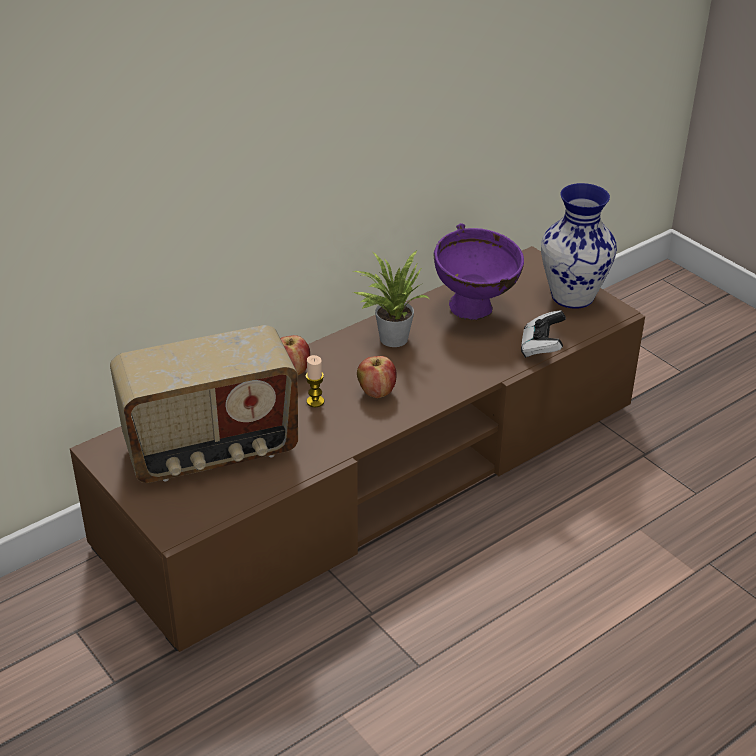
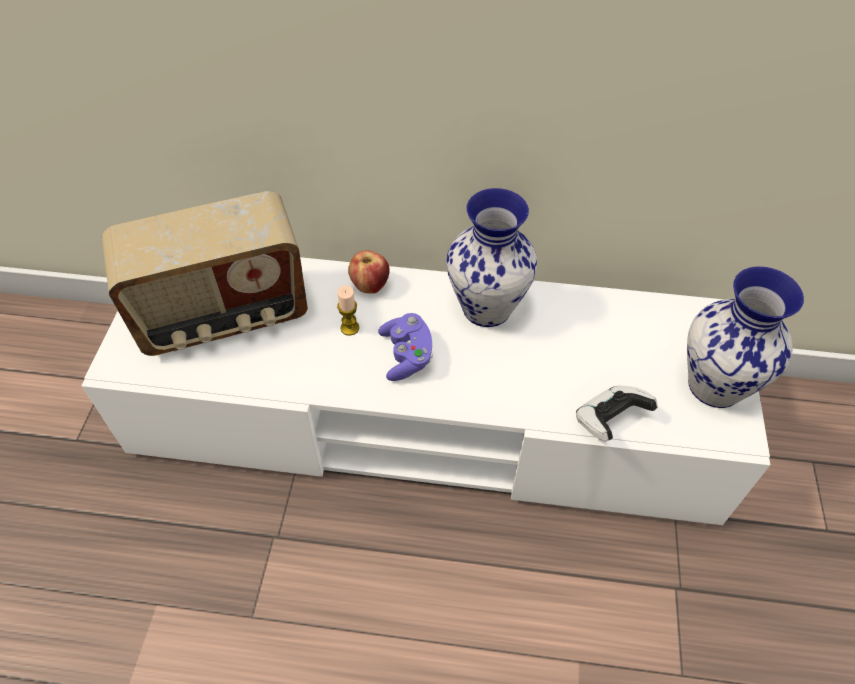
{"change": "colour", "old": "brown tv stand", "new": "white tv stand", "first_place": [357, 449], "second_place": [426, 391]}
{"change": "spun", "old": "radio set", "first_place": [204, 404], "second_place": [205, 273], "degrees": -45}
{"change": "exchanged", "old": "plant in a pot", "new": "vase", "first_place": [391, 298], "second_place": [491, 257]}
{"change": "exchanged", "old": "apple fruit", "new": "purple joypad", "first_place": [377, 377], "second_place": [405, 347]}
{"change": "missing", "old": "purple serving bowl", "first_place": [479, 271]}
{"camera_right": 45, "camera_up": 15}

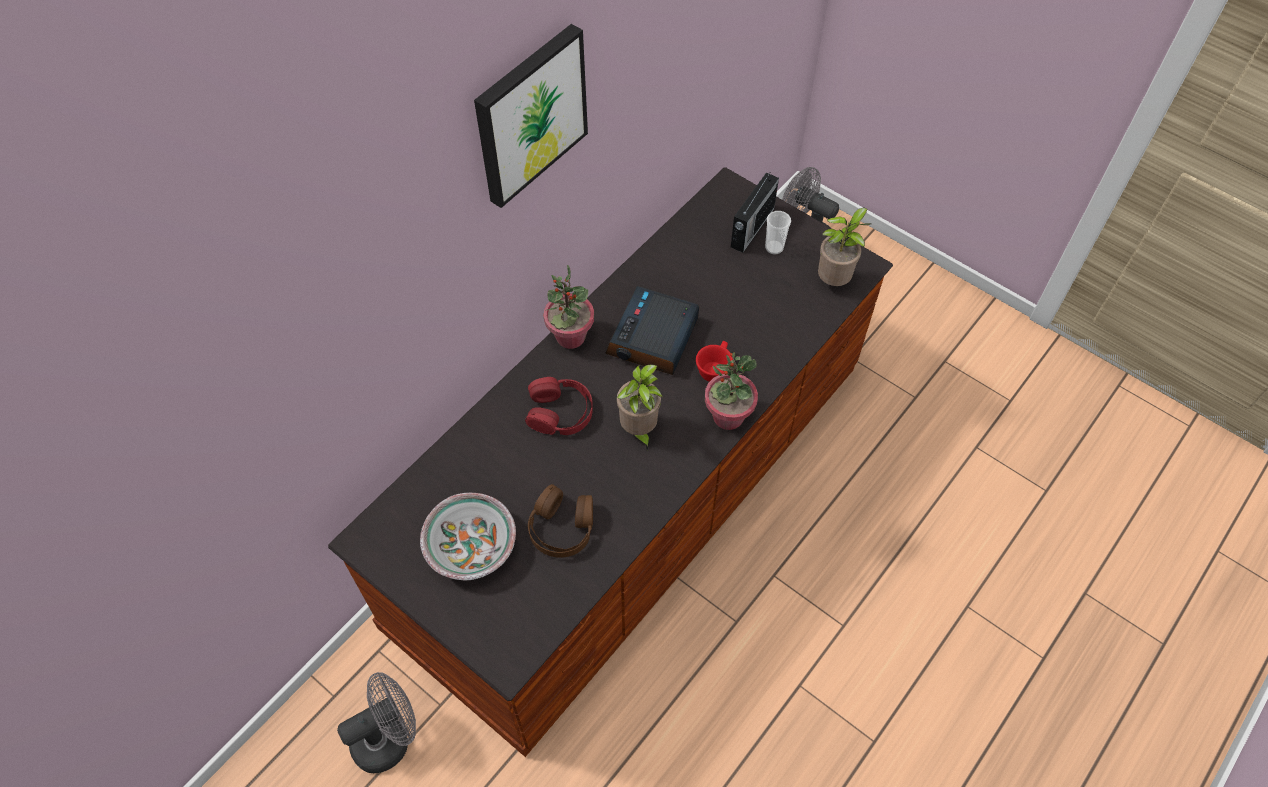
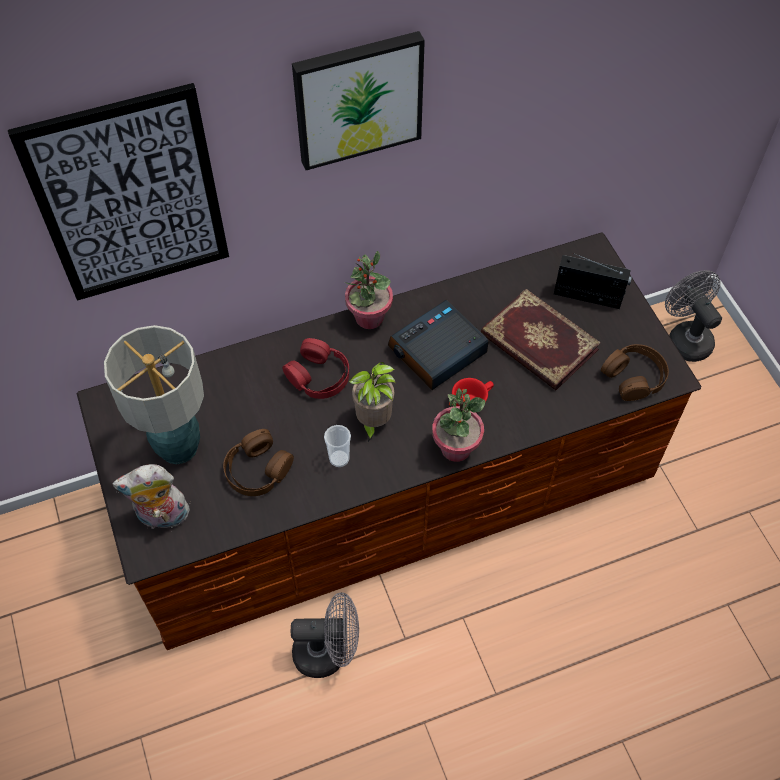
{"change": "relocated", "old": "grey electric fan", "first_place": [376, 722], "second_place": [325, 635]}
{"change": "exchanged", "old": "serving bowl", "new": "table lamp", "first_place": [468, 537], "second_place": [154, 394]}
{"change": "spun", "old": "radio set", "first_place": [755, 213], "second_place": [593, 281], "degrees": -135}
{"change": "relocated", "old": "small cup", "first_place": [778, 232], "second_place": [337, 446]}
{"change": "exchanged", "old": "plant in a pot", "new": "brown pair of headphones", "first_place": [844, 246], "second_place": [635, 372]}
{"change": "appeared", "new": "picture", "second_place": [118, 192]}
{"change": "appeared", "new": "plush toy", "second_place": [151, 496]}
{"change": "appeared", "new": "volume", "second_place": [541, 339]}
{"camera_right": 30, "camera_up": 0}

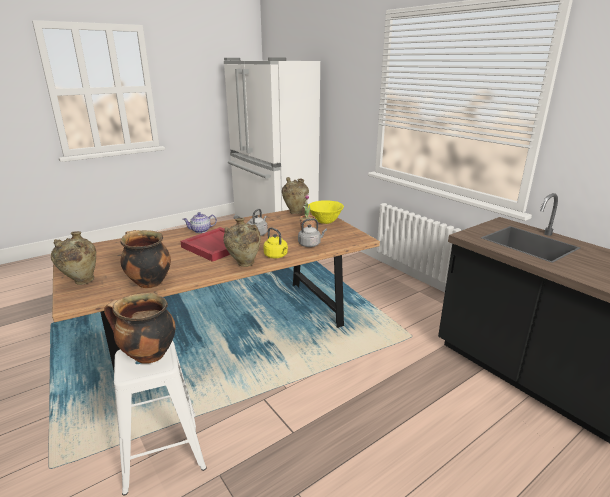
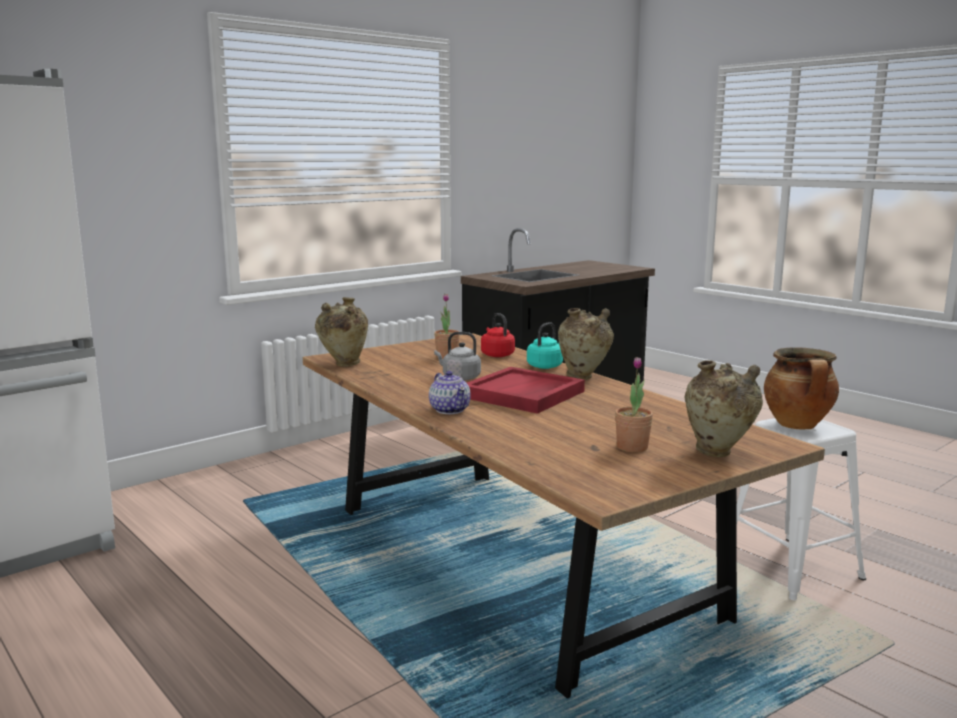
{"change": "missing", "old": "saucepot", "first_place": [145, 259]}
{"change": "colour", "old": "yellowish kettle", "new": "turquoise-coloured kettle", "first_place": [275, 242], "second_place": [545, 345]}
{"change": "colour", "old": "grey kettle", "new": "red-coloured kettle", "first_place": [312, 232], "second_place": [498, 335]}
{"change": "missing", "old": "yellowish serving bowl", "first_place": [326, 212]}
{"change": "appeared", "new": "plant in a pot", "second_place": [634, 404]}
{"camera_right": -95, "camera_up": -10}

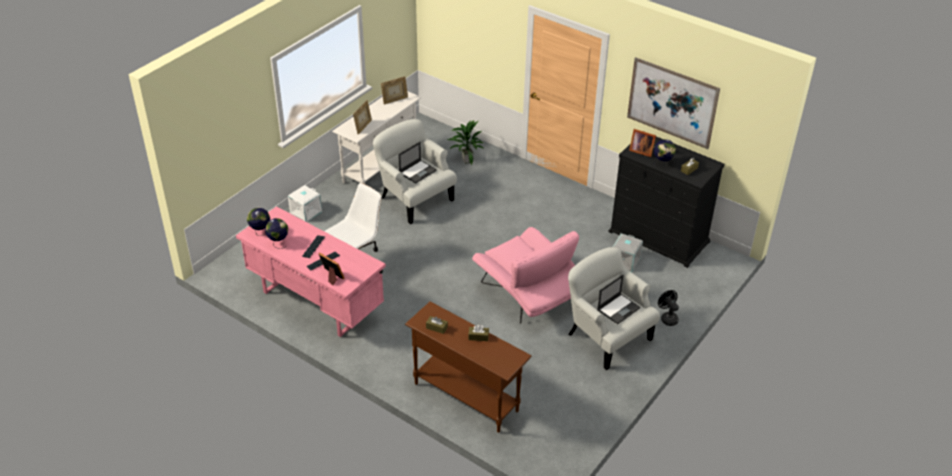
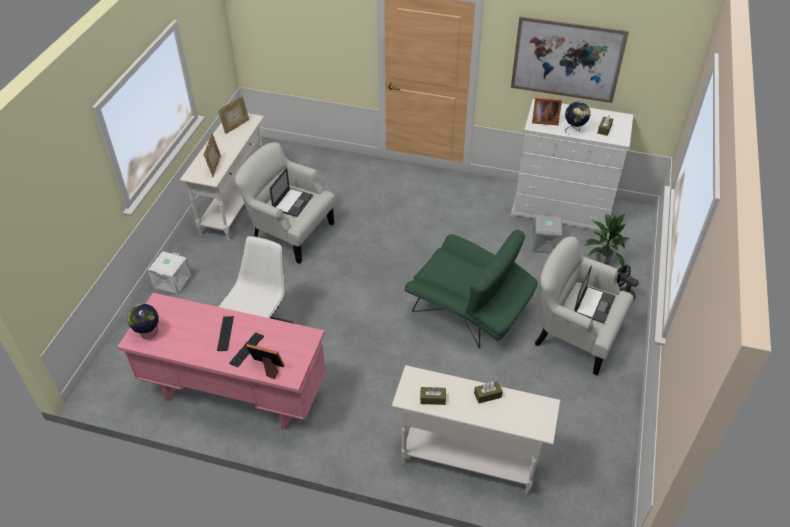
{"change": "missing", "old": "desk globe", "first_place": [276, 233]}
{"change": "colour", "old": "brown hall table", "new": "white hall table", "first_place": [468, 367], "second_place": [476, 430]}
{"change": "relocated", "old": "plant in a pot", "first_place": [465, 142], "second_place": [607, 239]}
{"change": "colour", "old": "pink-coloured easy chair", "new": "green easy chair", "first_place": [525, 275], "second_place": [470, 288]}
{"change": "colour", "old": "black chest of drawers", "new": "white chest of drawers", "first_place": [666, 202], "second_place": [572, 166]}
{"camera_right": -20, "camera_up": 5}

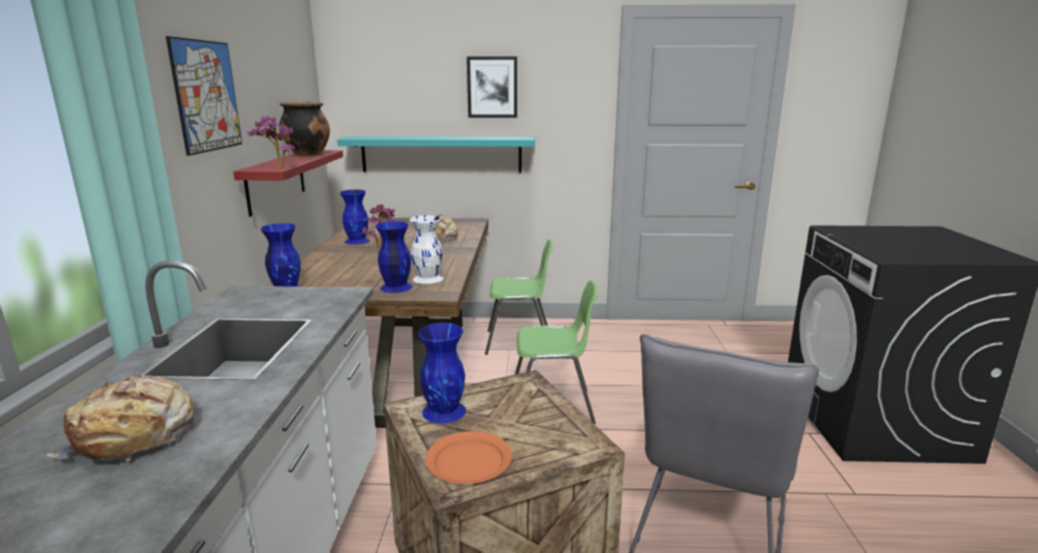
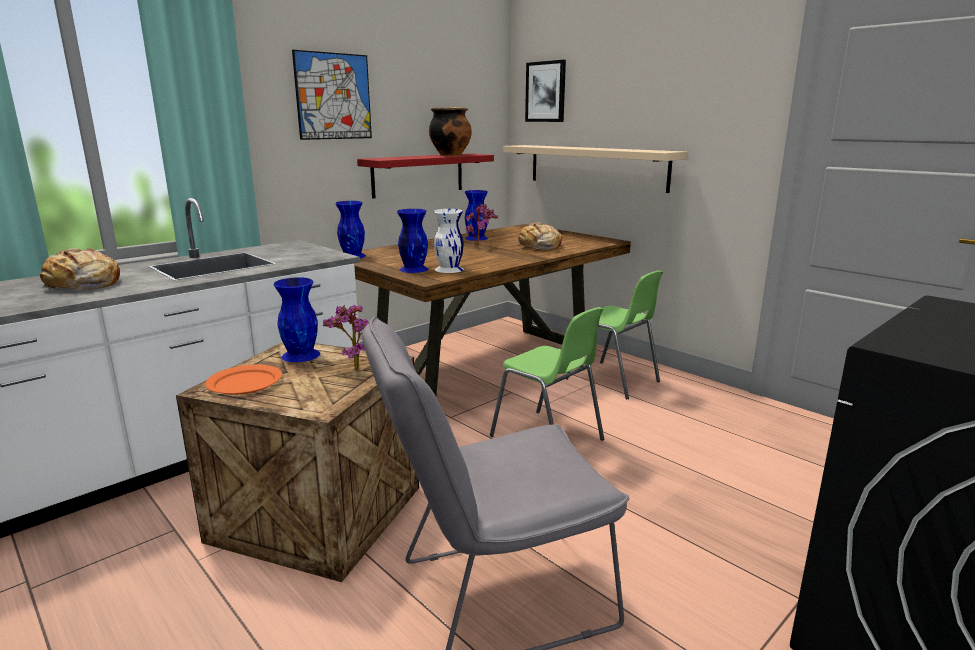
{"change": "relocated", "old": "plant in a pot", "first_place": [271, 142], "second_place": [345, 337]}
{"change": "colour", "old": "turquoise-coloured bracket shelf", "new": "beige-coloured bracket shelf", "first_place": [436, 154], "second_place": [595, 169]}
{"change": "relocated", "old": "picture", "first_place": [492, 87], "second_place": [545, 91]}
{"camera_right": 45, "camera_up": 0}

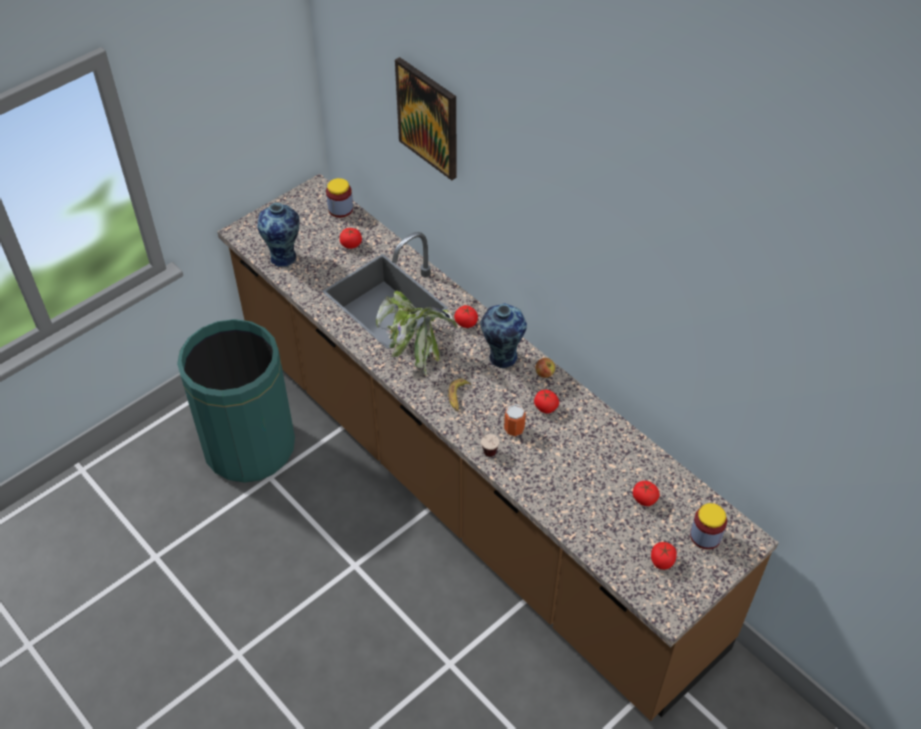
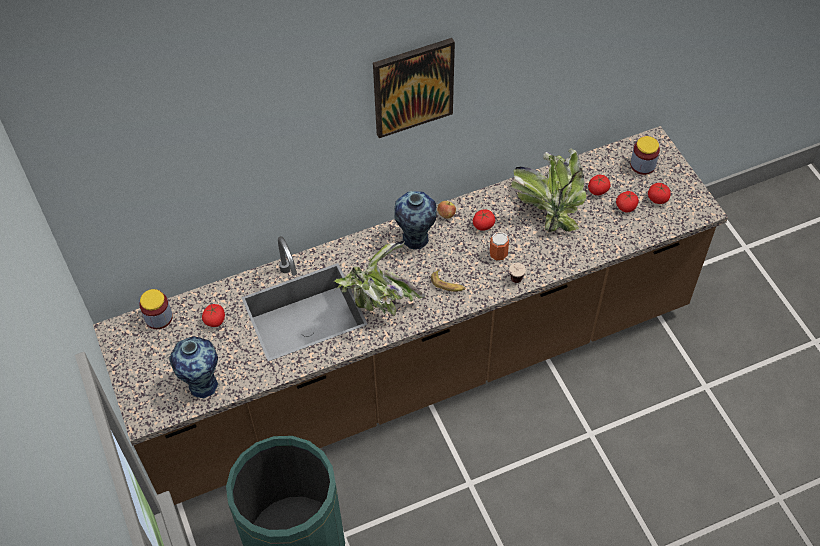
{"change": "relocated", "old": "picture", "first_place": [426, 118], "second_place": [414, 88]}
{"change": "relocated", "old": "whole tomato", "first_place": [466, 316], "second_place": [627, 201]}
{"change": "appeared", "new": "plant in a pot", "second_place": [549, 190]}
{"camera_right": -70, "camera_up": 5}

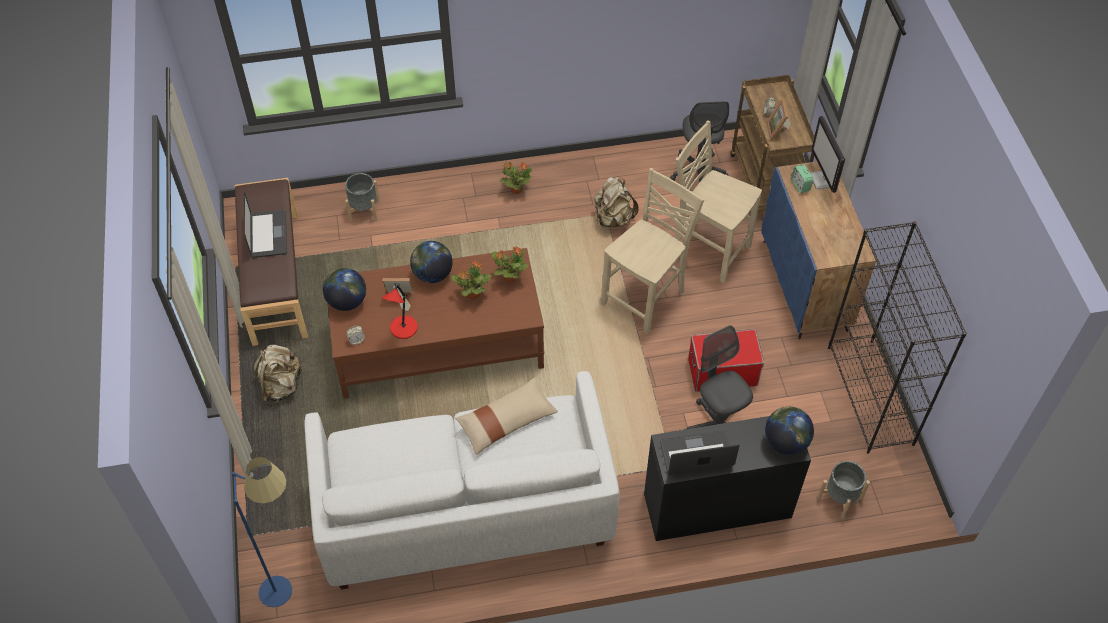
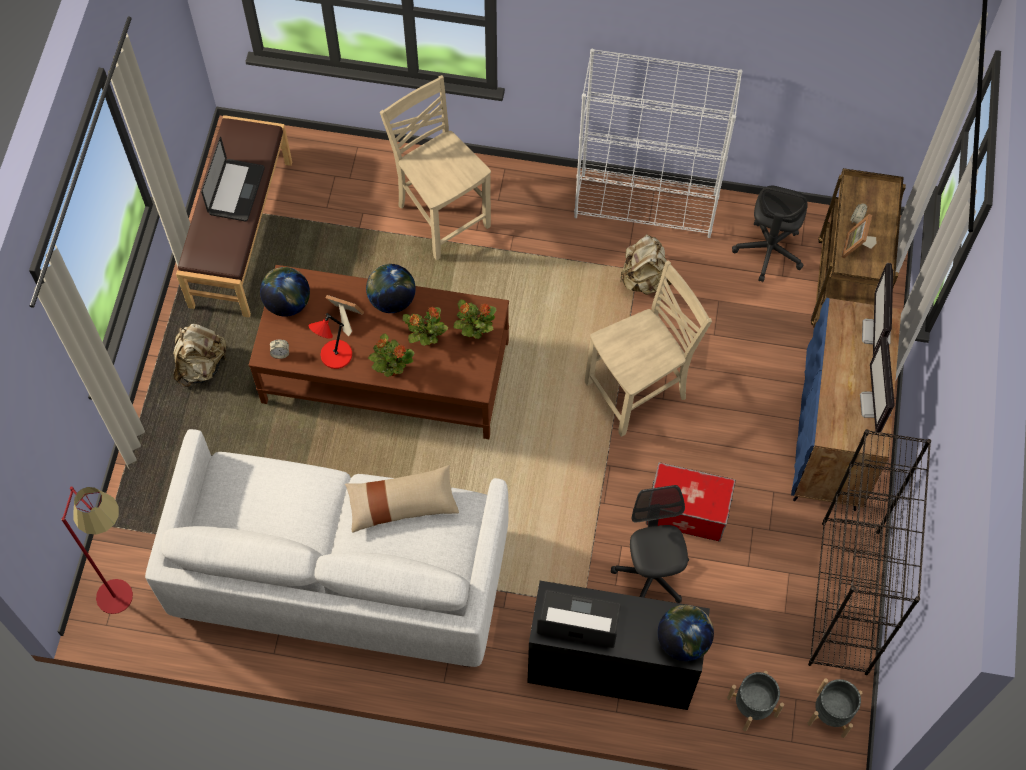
{"change": "colour", "old": "blue-coloured standing lamp", "new": "red-coloured standing lamp", "first_place": [262, 532], "second_place": [97, 550]}
{"change": "relocated", "old": "grey flower pot", "first_place": [362, 197], "second_place": [834, 708]}
{"change": "relocated", "old": "plant in a pot", "first_place": [516, 178], "second_place": [391, 355]}
{"change": "relocated", "old": "beige-coloured upright chair", "first_place": [718, 201], "second_place": [435, 168]}
{"change": "missing", "old": "alarm clock", "first_place": [802, 178]}
{"change": "appeared", "new": "white bookshelf", "second_place": [658, 143]}
{"change": "appeared", "new": "computer display", "second_place": [877, 384]}
{"camera_right": 20, "camera_up": 10}

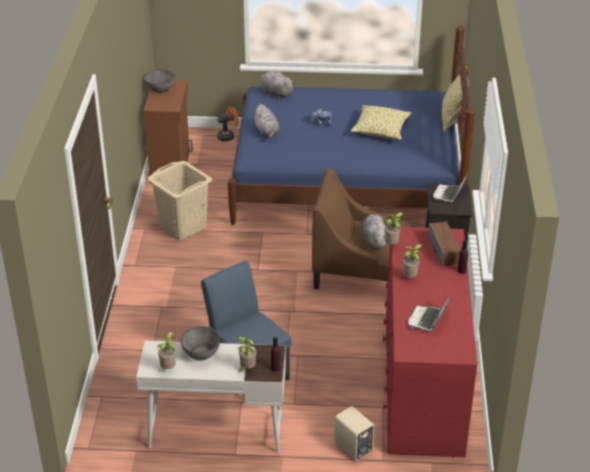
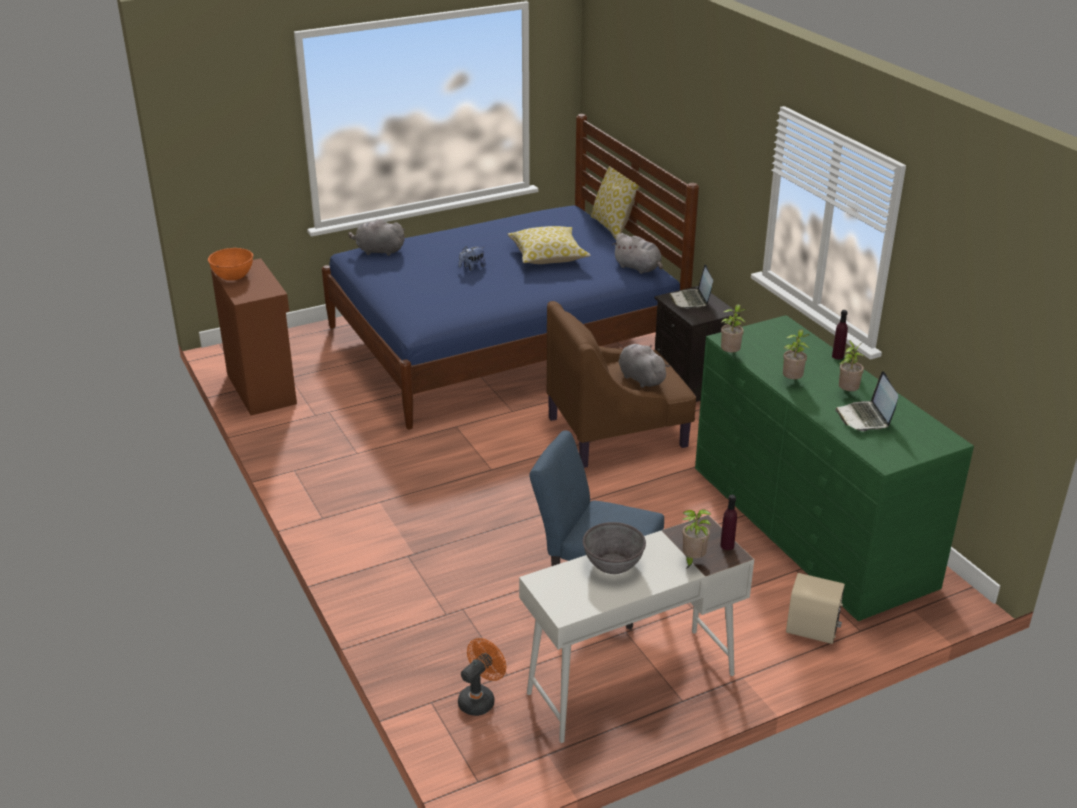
{"change": "colour", "old": "grey serving bowl", "new": "orangey serving bowl", "first_place": [160, 81], "second_place": [230, 264]}
{"change": "missing", "old": "beige-coloured hamper", "first_place": [179, 200]}
{"change": "relocated", "old": "plant in a pot", "first_place": [166, 350], "second_place": [851, 365]}
{"change": "relocated", "old": "orangey electric fan", "first_place": [228, 123], "second_place": [482, 677]}
{"change": "relocated", "old": "grey plush toy", "first_place": [266, 121], "second_place": [637, 253]}
{"change": "colour", "old": "red-coloured chest of drawers", "new": "green chest of drawers", "first_place": [430, 342], "second_place": [834, 468]}
{"change": "missing", "old": "loudspeaker", "first_place": [444, 244]}
{"camera_right": -30, "camera_up": -5}

